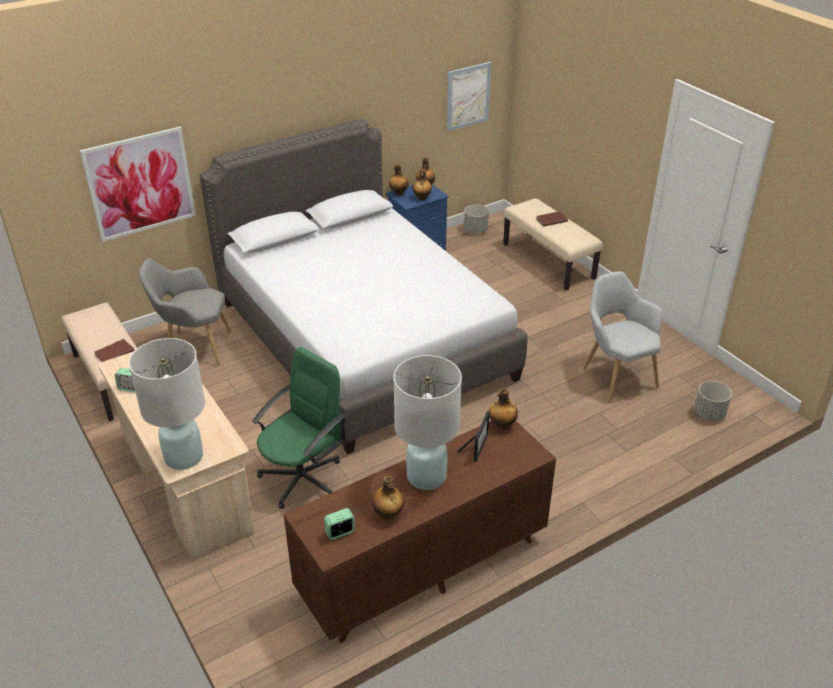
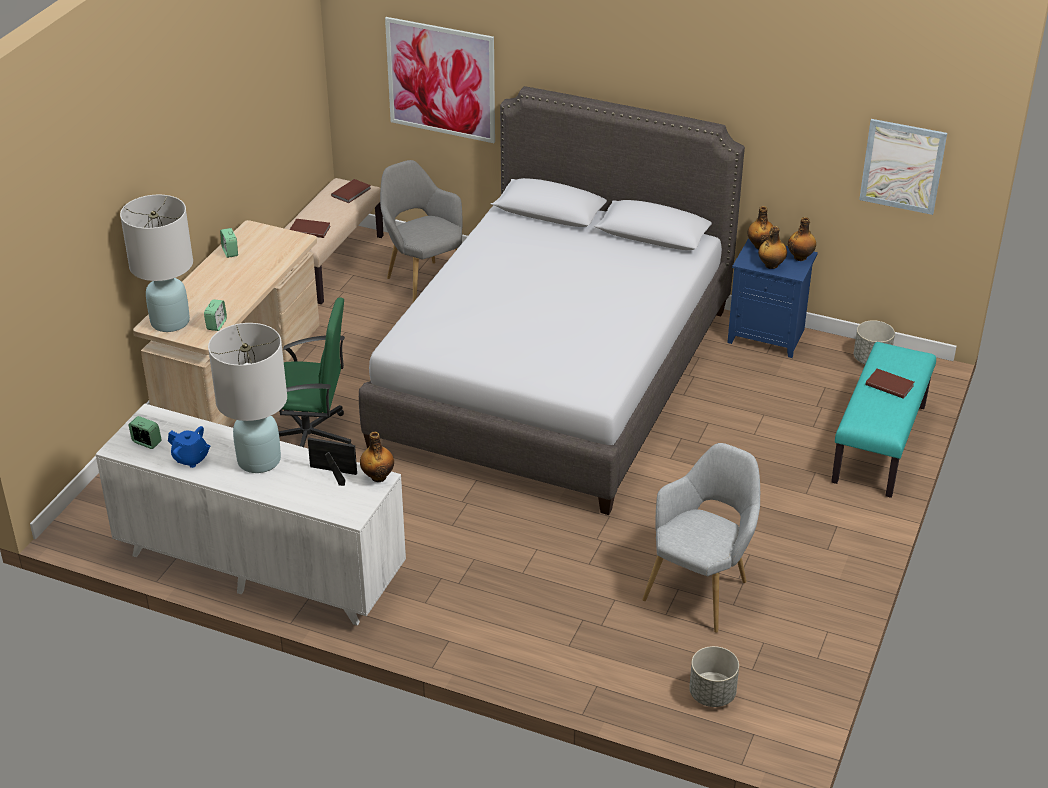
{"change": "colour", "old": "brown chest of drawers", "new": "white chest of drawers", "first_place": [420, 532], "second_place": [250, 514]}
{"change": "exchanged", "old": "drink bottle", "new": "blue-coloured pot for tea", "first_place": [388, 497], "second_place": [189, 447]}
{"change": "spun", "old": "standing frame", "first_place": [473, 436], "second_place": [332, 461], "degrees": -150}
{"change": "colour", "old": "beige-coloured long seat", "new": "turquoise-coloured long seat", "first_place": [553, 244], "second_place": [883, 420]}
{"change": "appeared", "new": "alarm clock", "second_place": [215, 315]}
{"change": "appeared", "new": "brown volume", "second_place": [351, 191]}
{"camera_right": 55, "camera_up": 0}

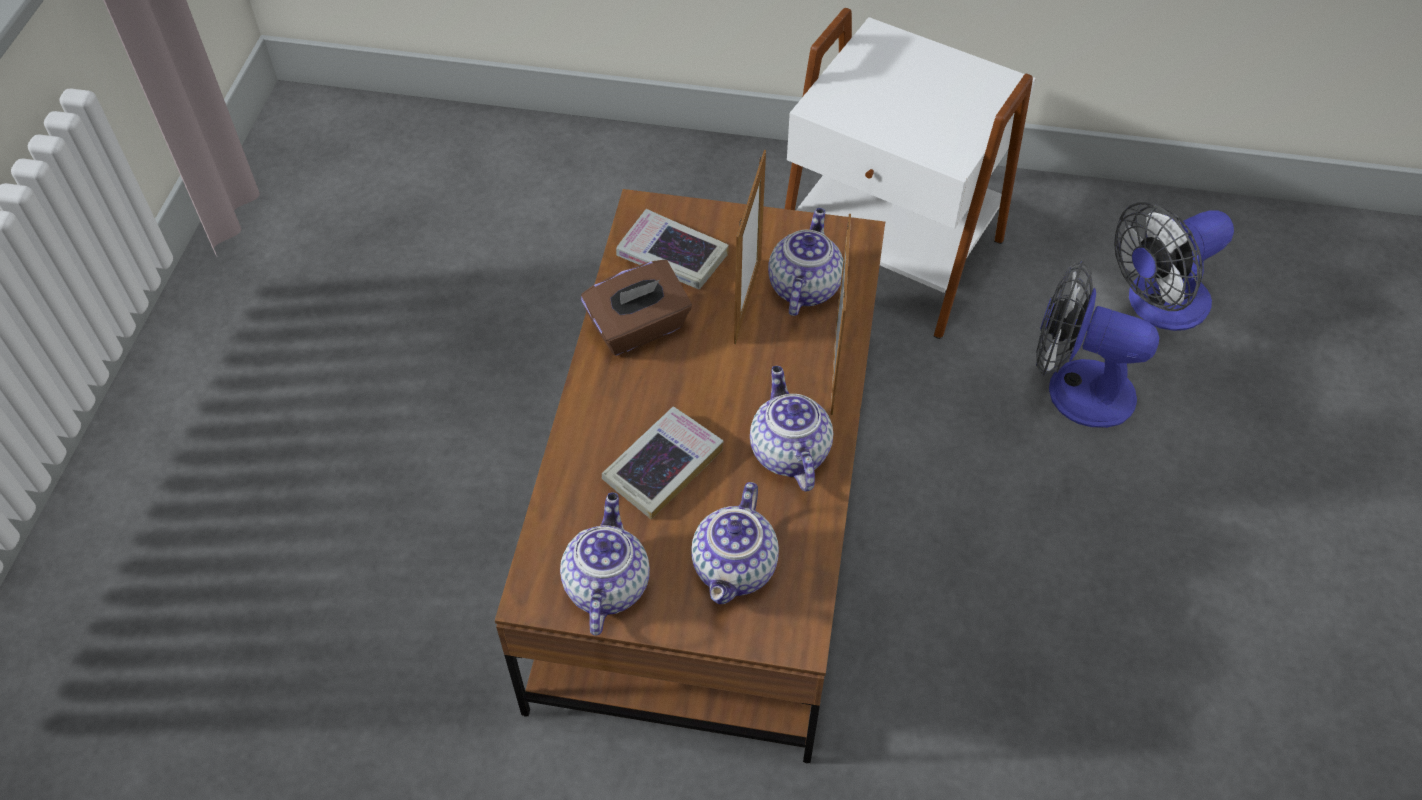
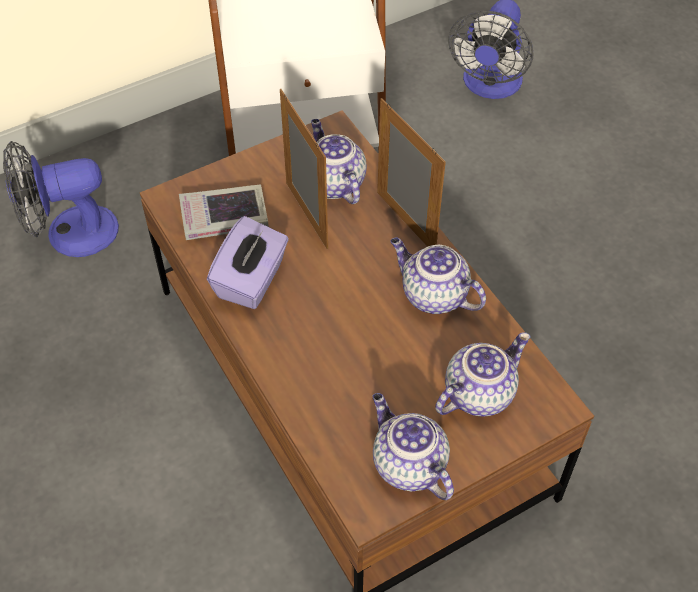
{"change": "colour", "old": "brown tissue box", "new": "purple tissue box", "first_place": [636, 308], "second_place": [248, 262]}
{"change": "missing", "old": "volume", "first_place": [663, 463]}
{"change": "spun", "old": "pot for tea", "first_place": [735, 543], "second_place": [482, 375], "degrees": -105}
{"change": "relocated", "old": "electric fan", "first_place": [1097, 344], "second_place": [61, 199]}
{"camera_right": -40, "camera_up": 0}

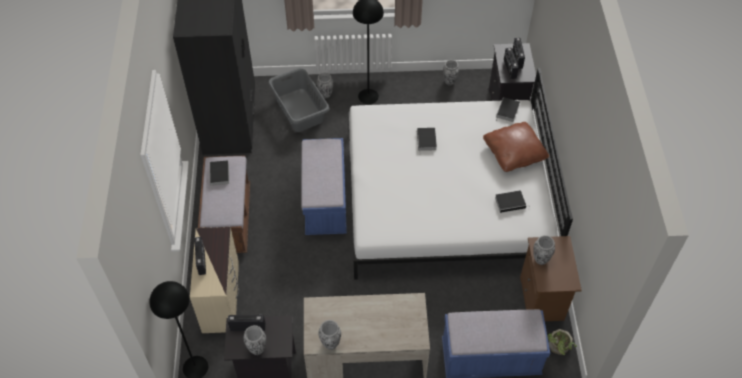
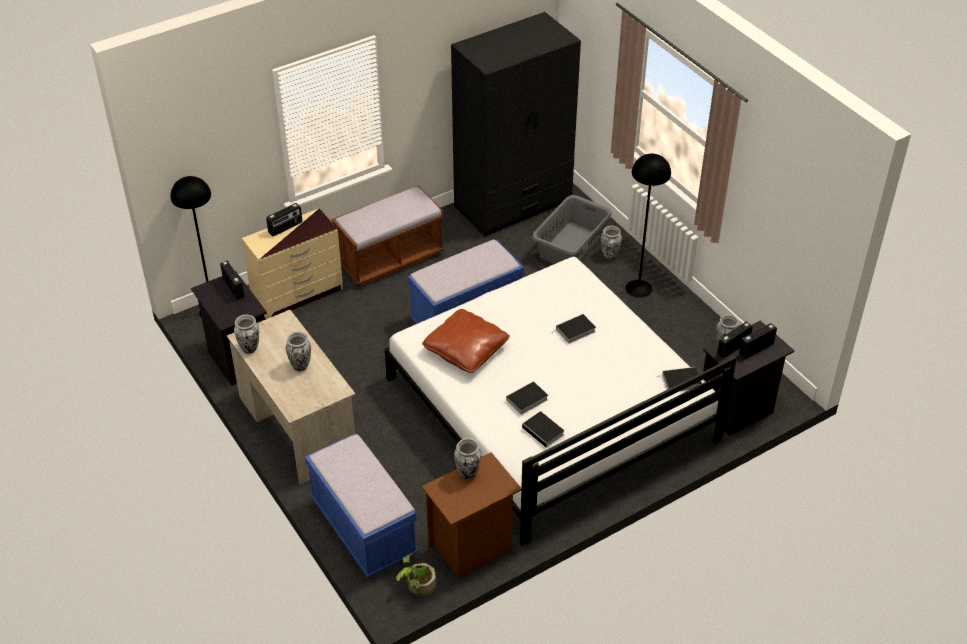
{"change": "relocated", "old": "volume", "first_place": [219, 175], "second_place": [525, 398]}
{"change": "relocated", "old": "vase", "first_place": [254, 340], "second_place": [298, 351]}
{"change": "relocated", "old": "brown cushion", "first_place": [516, 147], "second_place": [466, 341]}
{"camera_right": 60, "camera_up": -10}

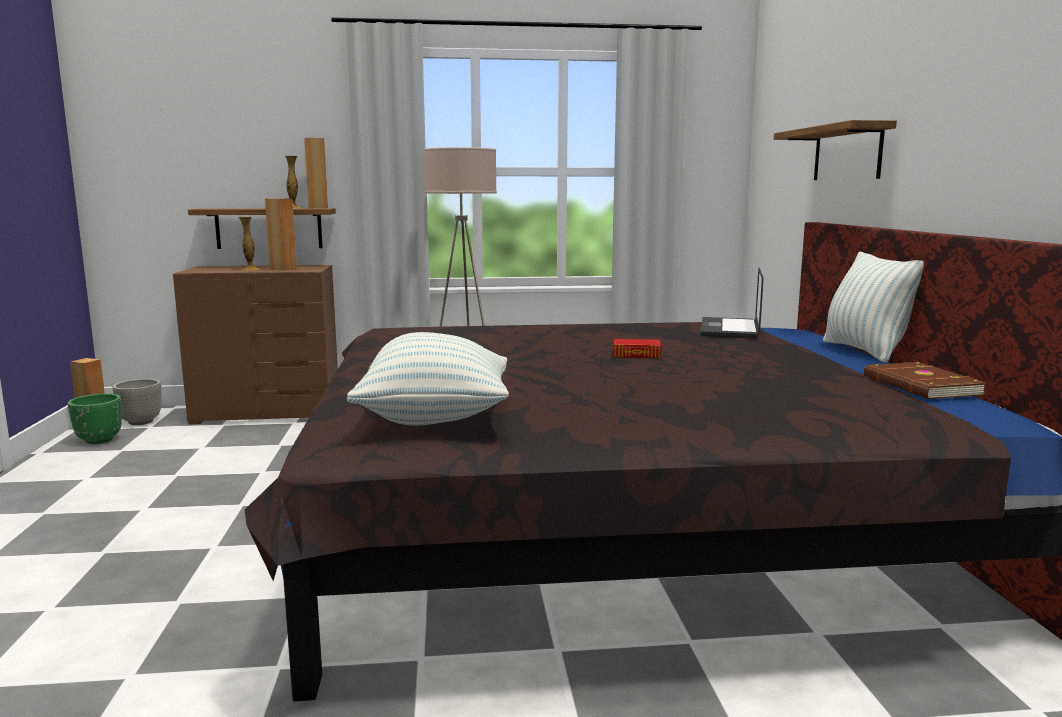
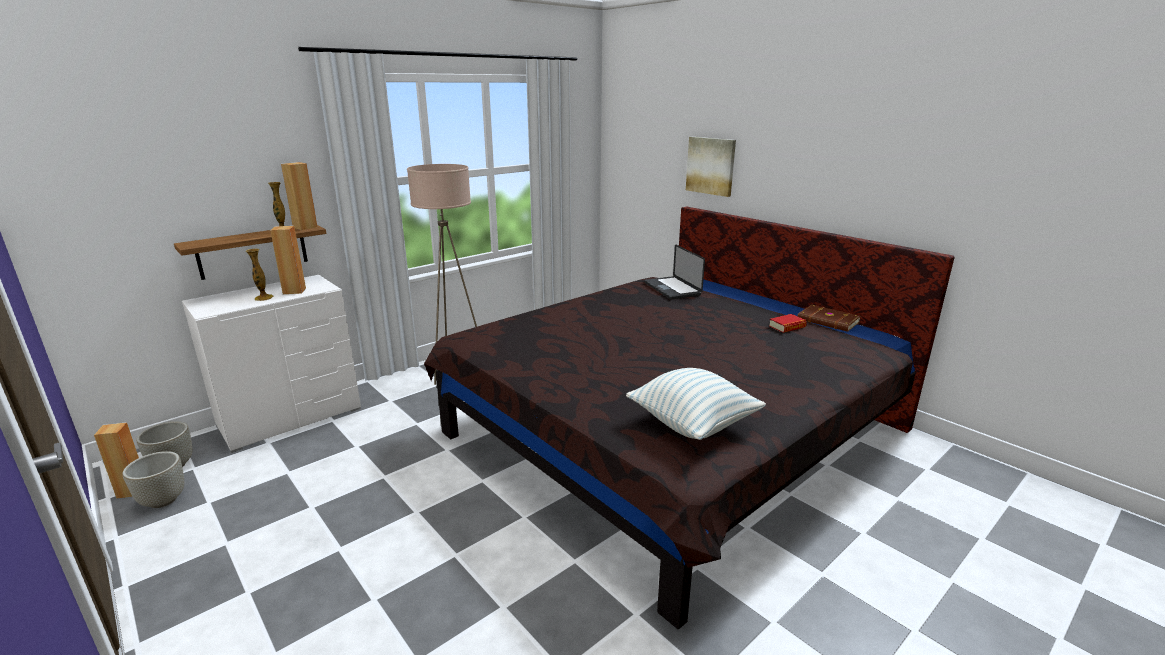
{"change": "colour", "old": "green flower pot", "new": "grey flower pot", "first_place": [95, 418], "second_place": [153, 479]}
{"change": "colour", "old": "brown chest of drawers", "new": "white chest of drawers", "first_place": [255, 344], "second_place": [271, 364]}
{"change": "relocated", "old": "volume", "first_place": [637, 348], "second_place": [788, 323]}
{"change": "exchanged", "old": "bracket shelf", "new": "picture", "first_place": [835, 150], "second_place": [711, 167]}
{"change": "missing", "old": "cushion", "first_place": [873, 307]}
{"camera_right": -35, "camera_up": 10}

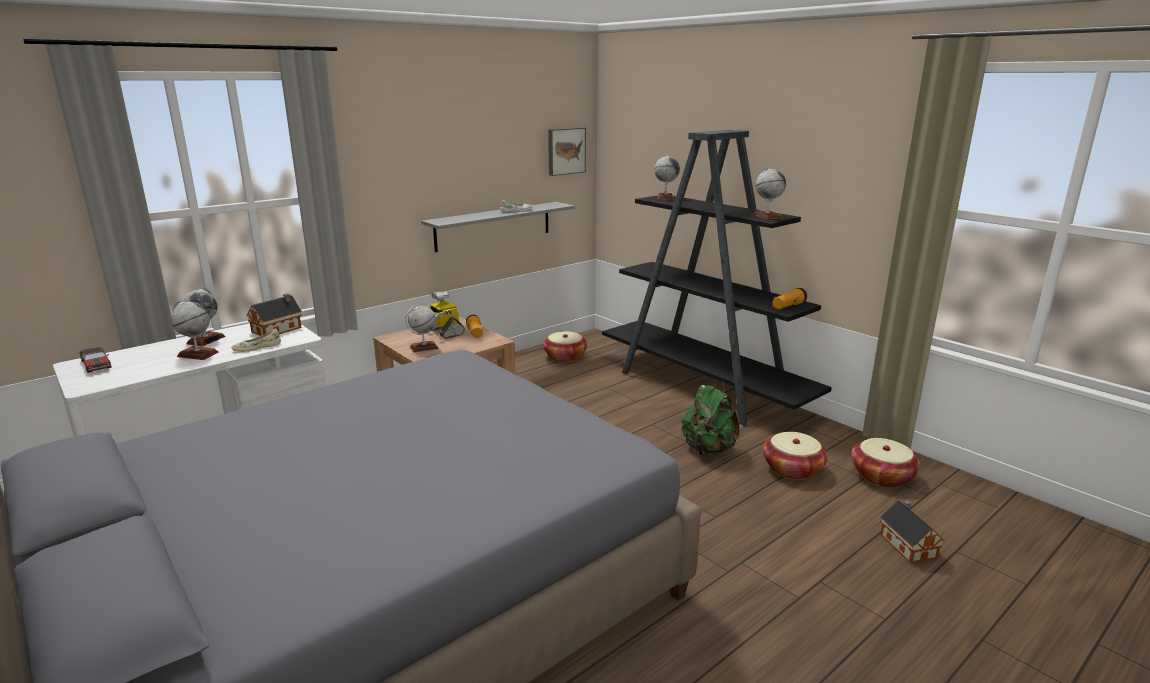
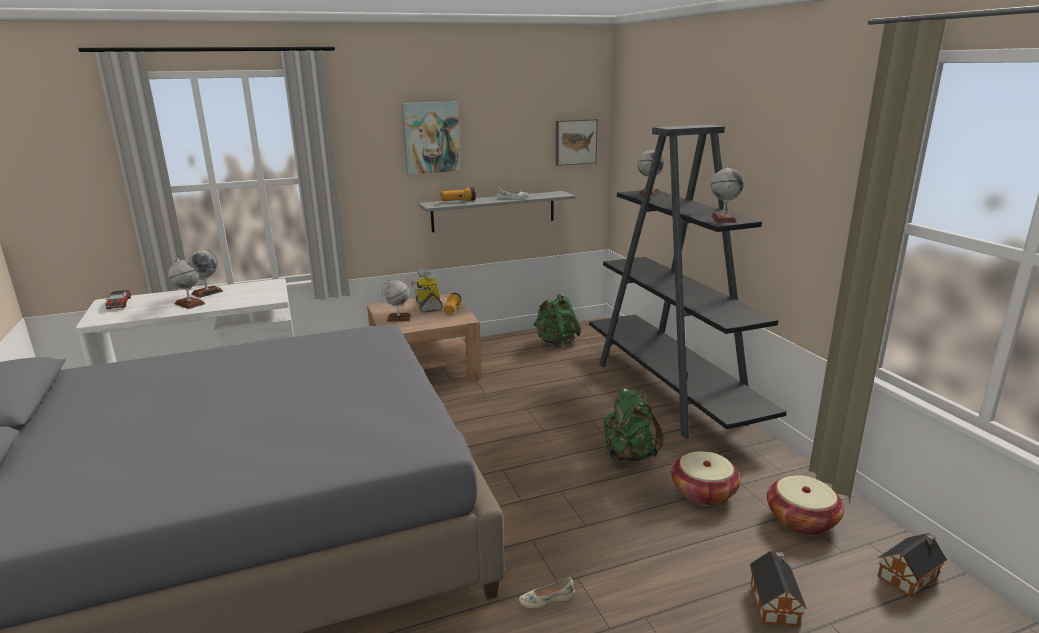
{"change": "relocated", "old": "beige-coloured low shoe", "first_place": [256, 340], "second_place": [547, 593]}
{"change": "relocated", "old": "toy house", "first_place": [274, 315], "second_place": [912, 565]}
{"change": "exchanged", "old": "household basket", "new": "green rucksack", "first_place": [565, 346], "second_place": [557, 320]}
{"change": "relocated", "old": "flashlight", "first_place": [790, 298], "second_place": [458, 194]}
{"change": "appeared", "new": "picture", "second_place": [431, 138]}
{"camera_right": 20, "camera_up": 0}

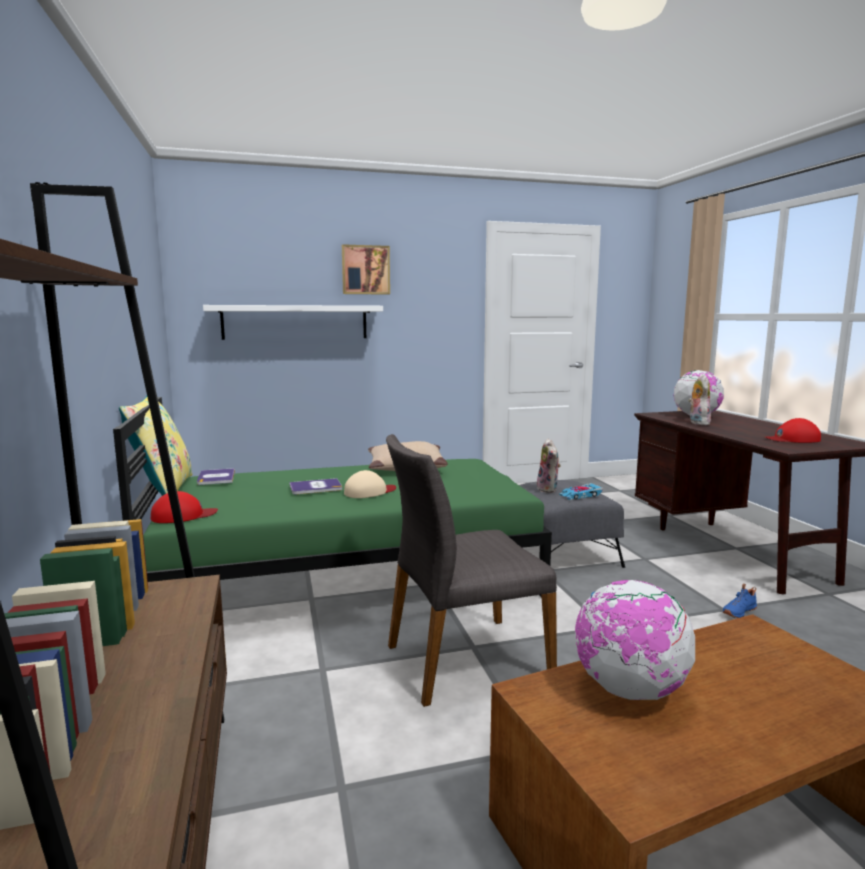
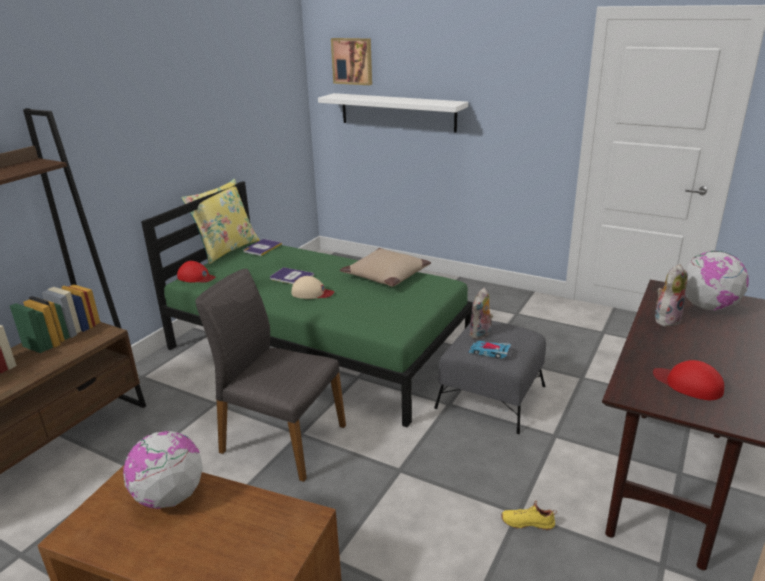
{"change": "relocated", "old": "picture", "first_place": [366, 269], "second_place": [351, 61]}
{"change": "colour", "old": "blue-coloured low shoe", "new": "yellowish low shoe", "first_place": [740, 601], "second_place": [529, 515]}
{"camera_right": 45, "camera_up": 15}

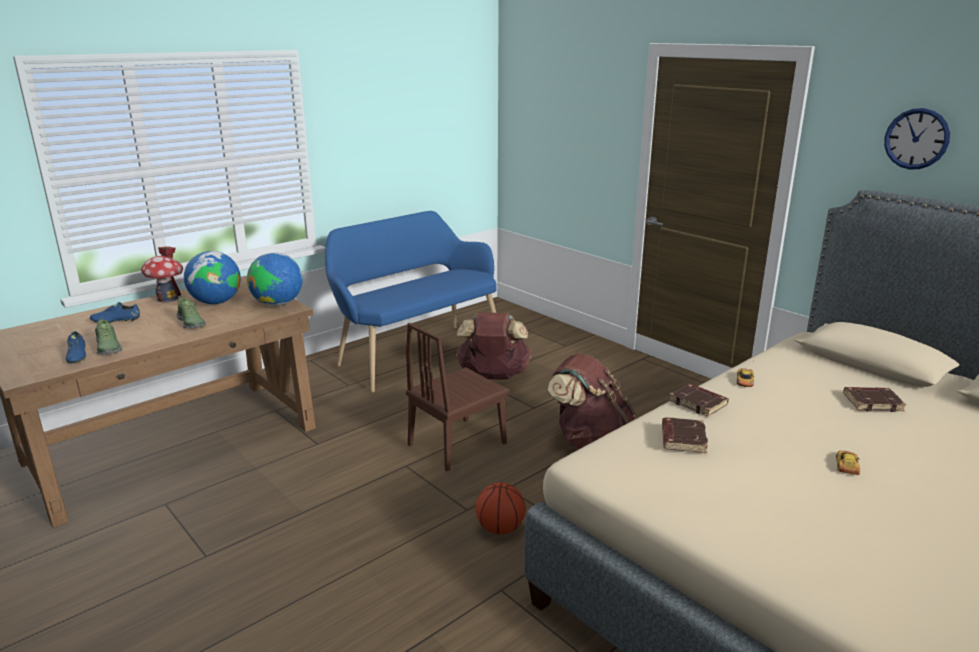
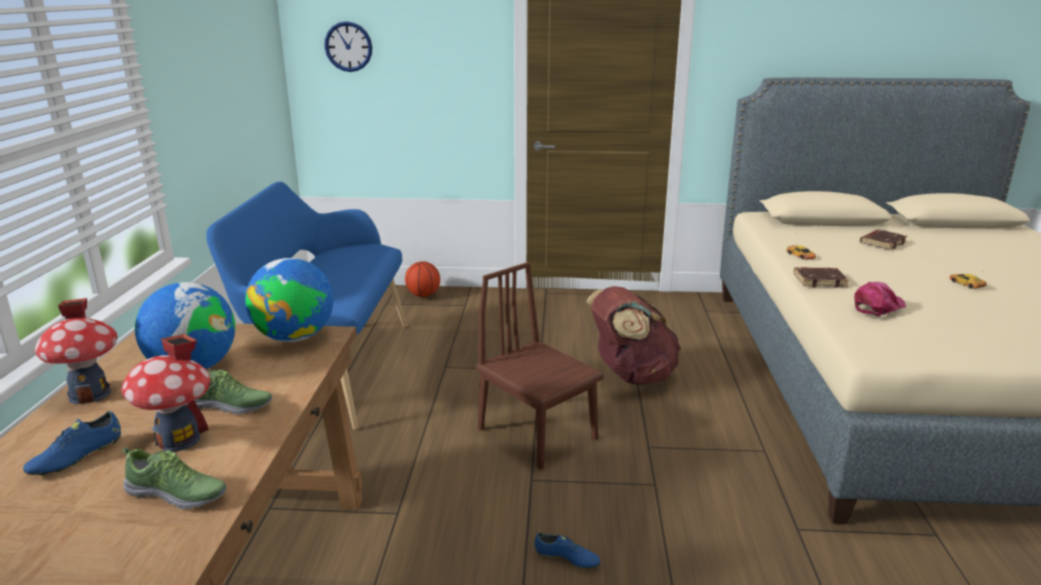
{"change": "relocated", "old": "blue-coloured low shoe", "first_place": [76, 347], "second_place": [567, 550]}
{"change": "spun", "old": "brown upright chair", "first_place": [458, 397], "second_place": [540, 366], "degrees": 135}
{"change": "missing", "old": "brown rucksack", "first_place": [494, 346]}
{"change": "relocated", "old": "basketball ball", "first_place": [500, 508], "second_place": [422, 279]}
{"change": "exchanged", "old": "brown volume", "new": "pink-coloured baseball cap", "first_place": [685, 435], "second_place": [880, 299]}
{"change": "relocated", "old": "clock on the wall", "first_place": [917, 138], "second_place": [348, 46]}
{"change": "appeared", "new": "toy house", "second_place": [165, 393]}
{"camera_right": -45, "camera_up": 0}

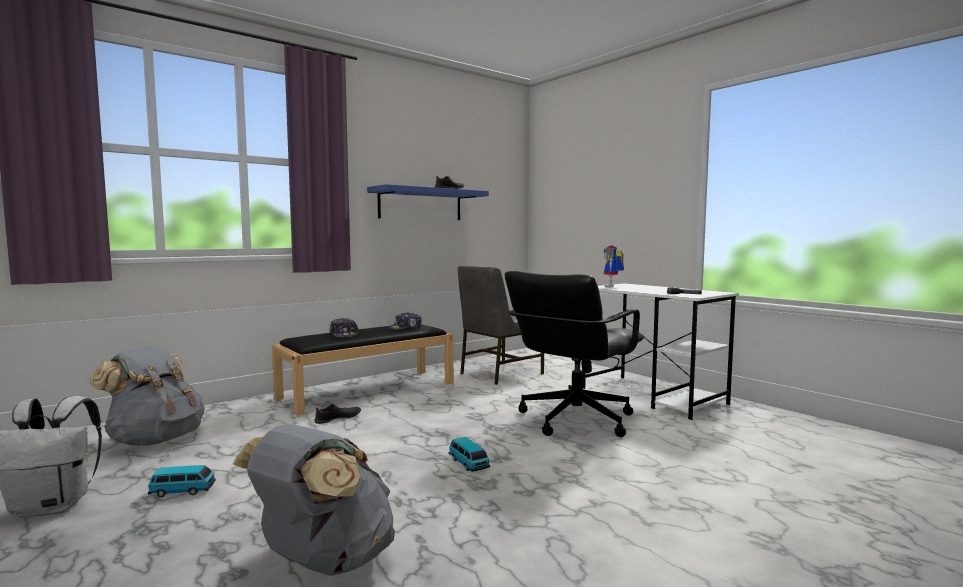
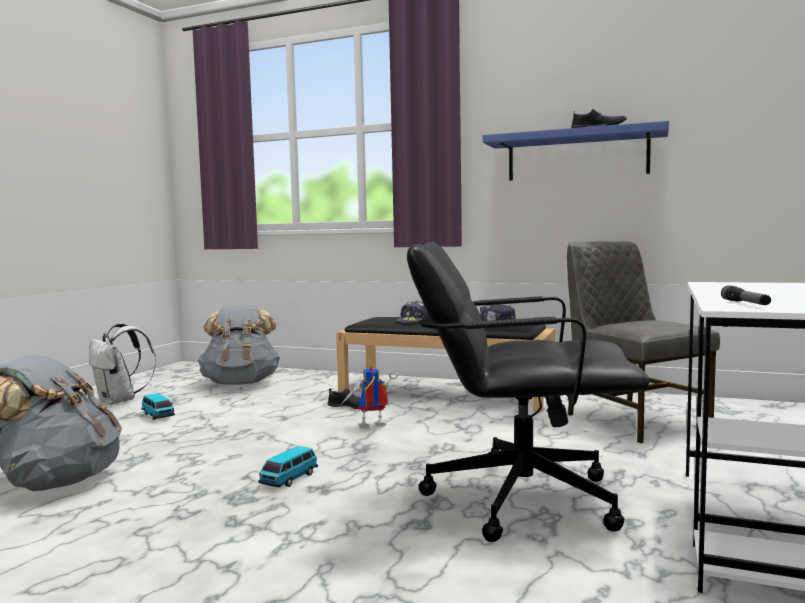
{"change": "spun", "old": "grey upright chair", "first_place": [501, 325], "second_place": [643, 342], "degrees": 45}
{"change": "relocated", "old": "model robot", "first_place": [613, 266], "second_place": [369, 397]}
{"camera_right": 60, "camera_up": 0}

